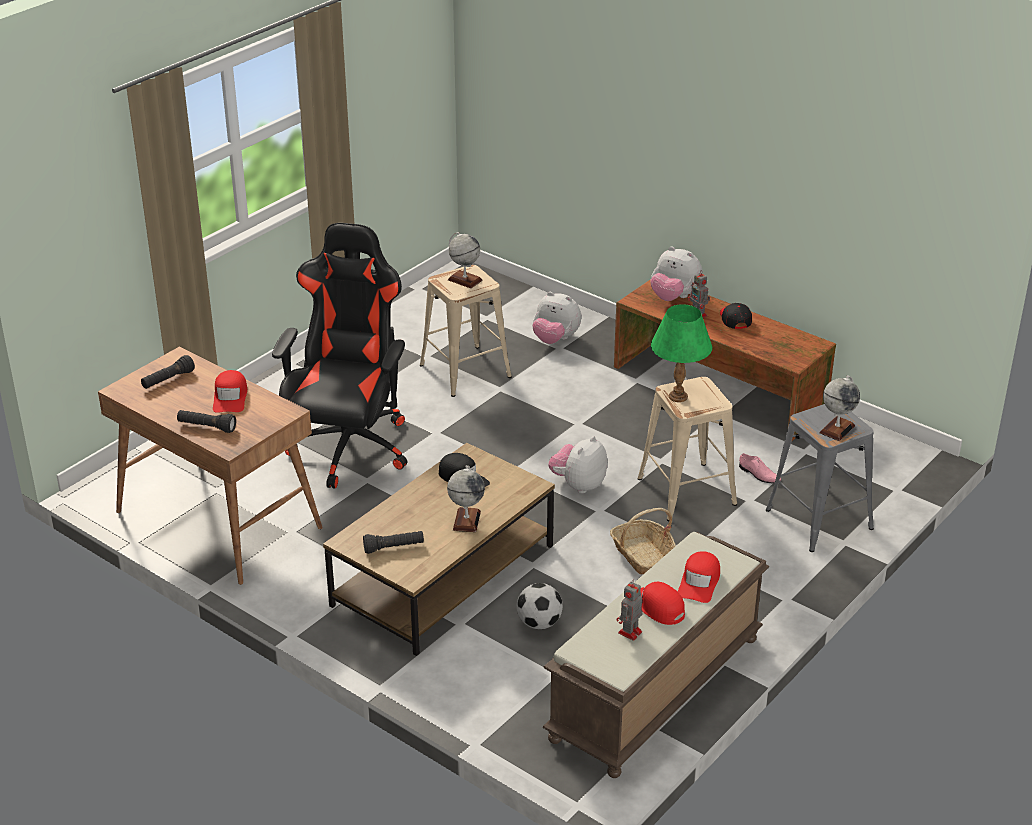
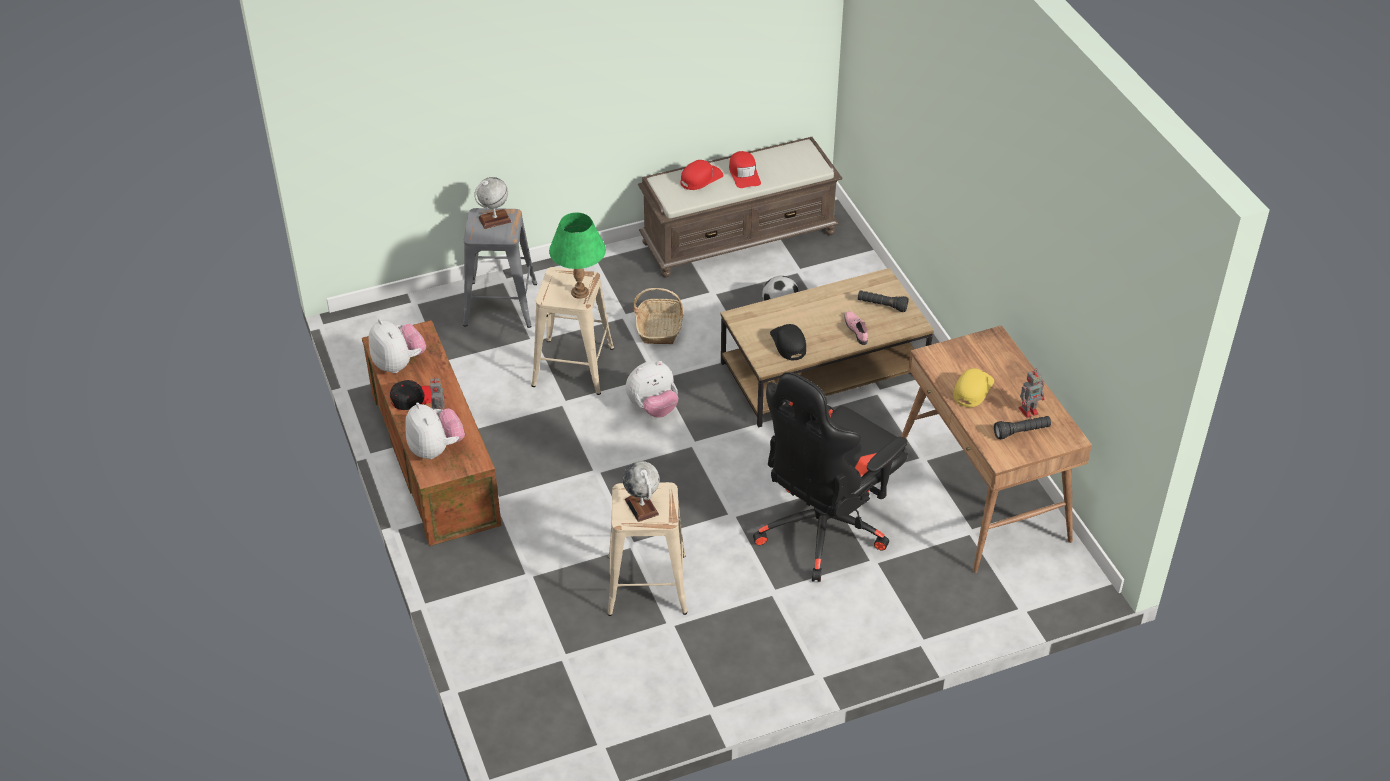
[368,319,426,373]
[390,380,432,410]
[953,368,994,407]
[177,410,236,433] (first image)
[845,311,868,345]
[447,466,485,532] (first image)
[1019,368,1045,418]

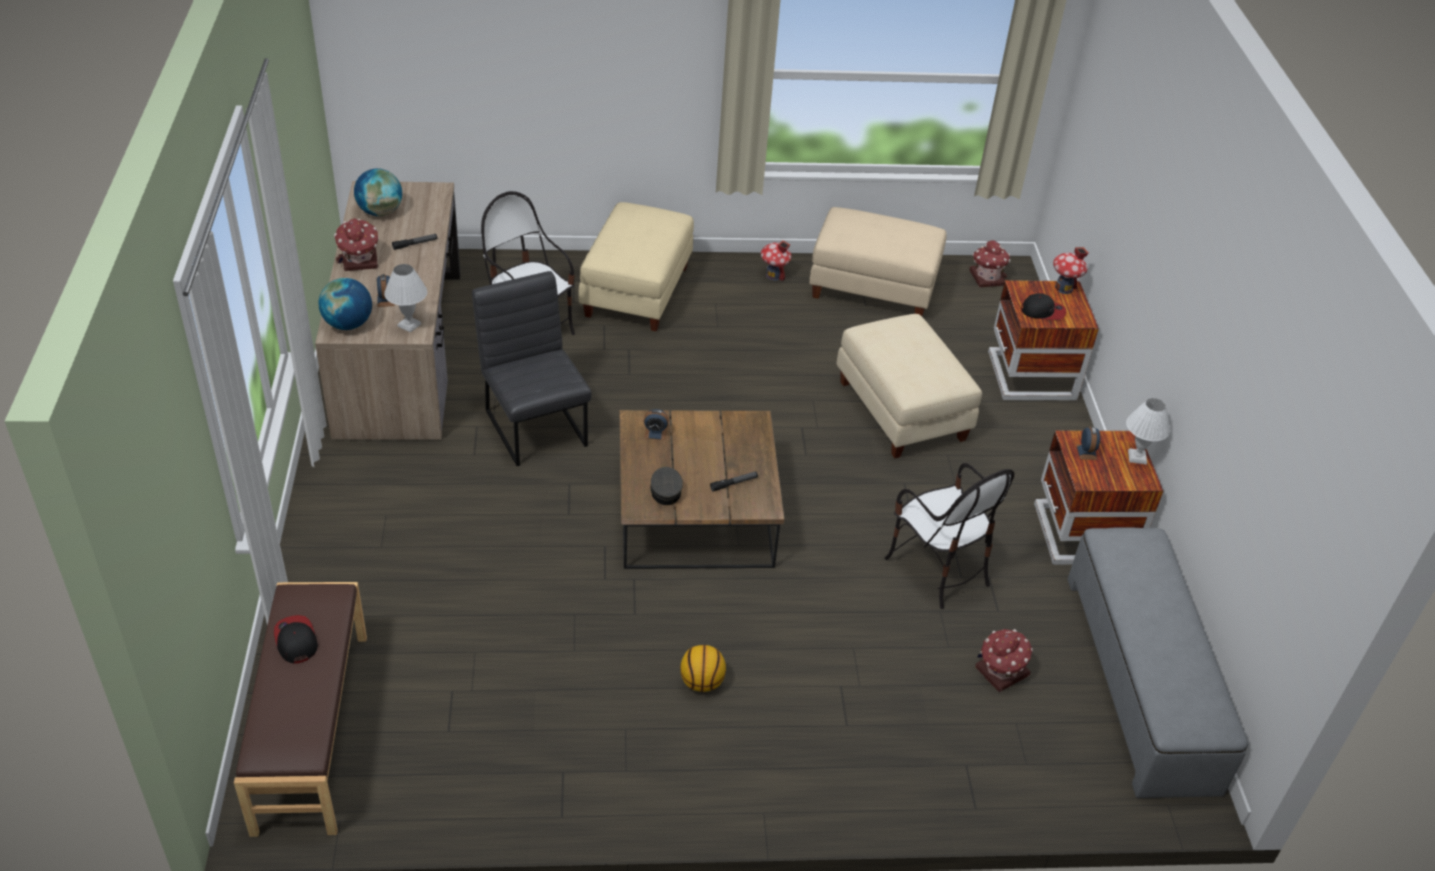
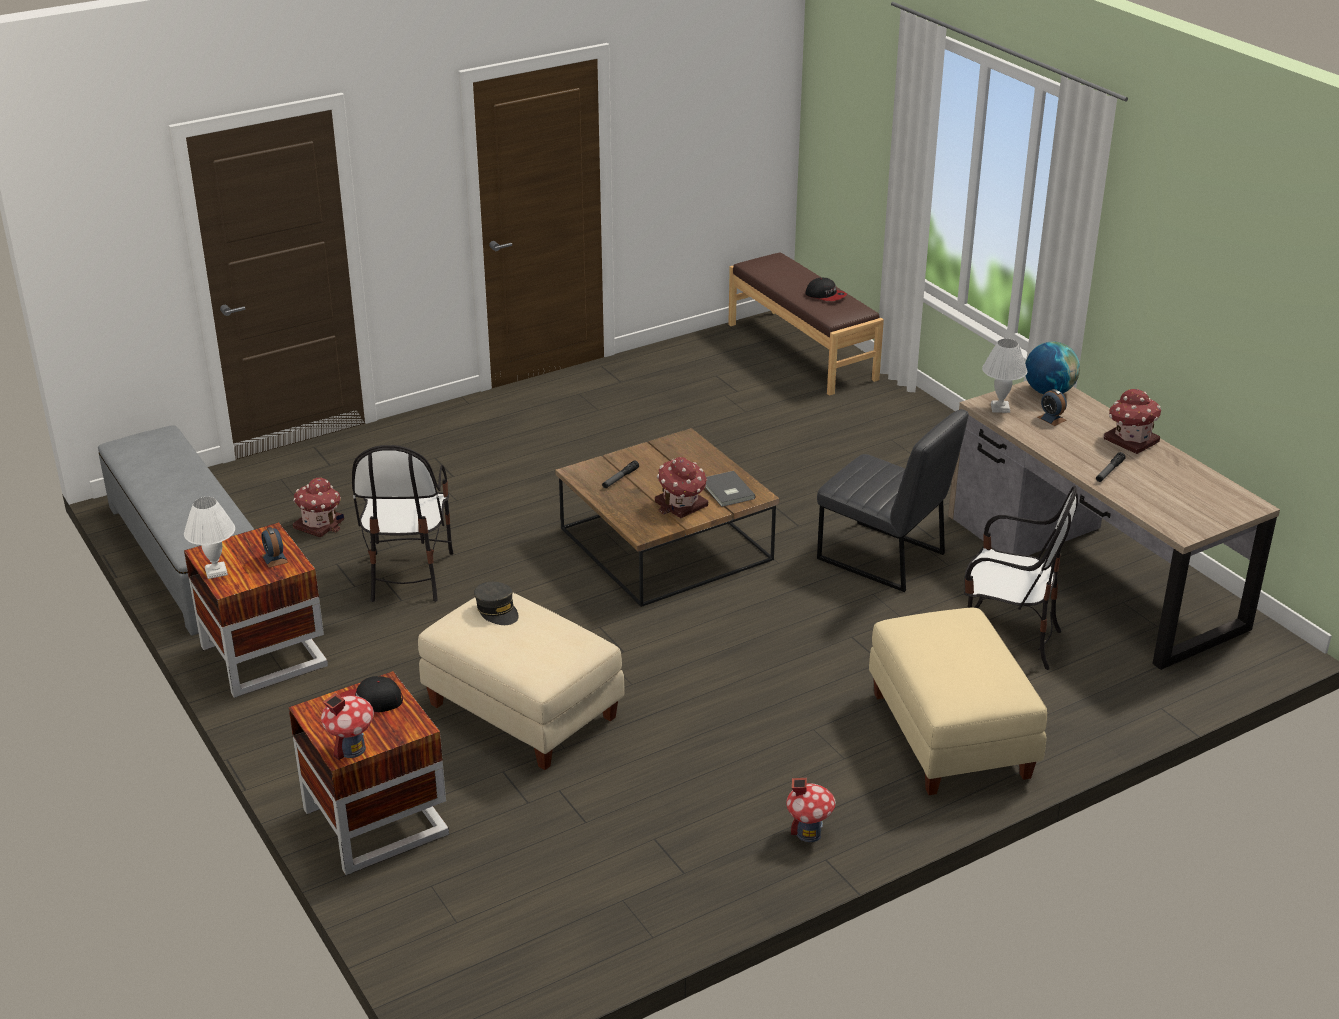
[354,168,402,216] (first image)
[809,207,947,316] (first image)
[655,457,709,518]
[705,471,755,507]
[352,445,453,602]
[474,582,518,625]
[680,645,726,692] (first image)

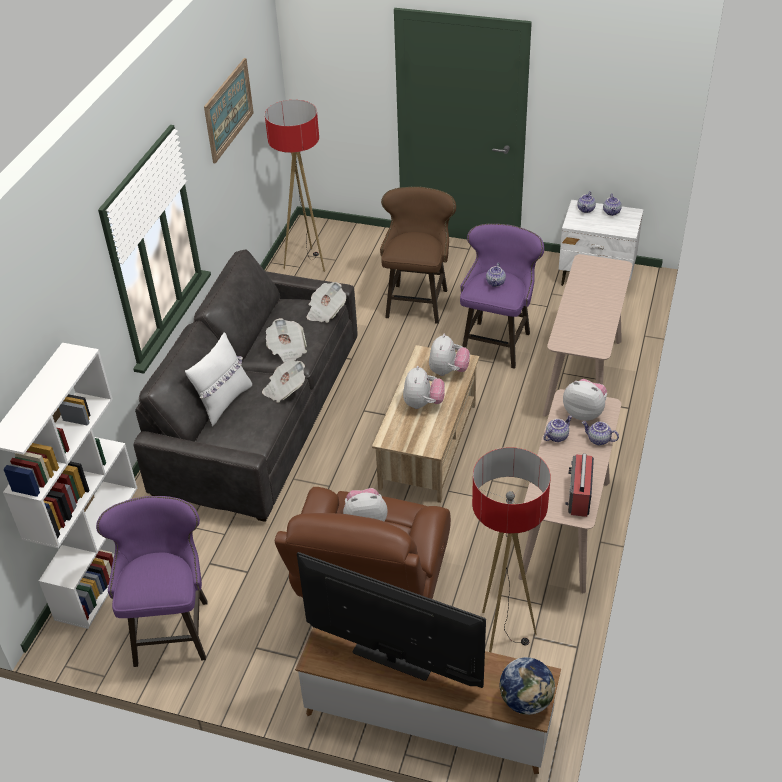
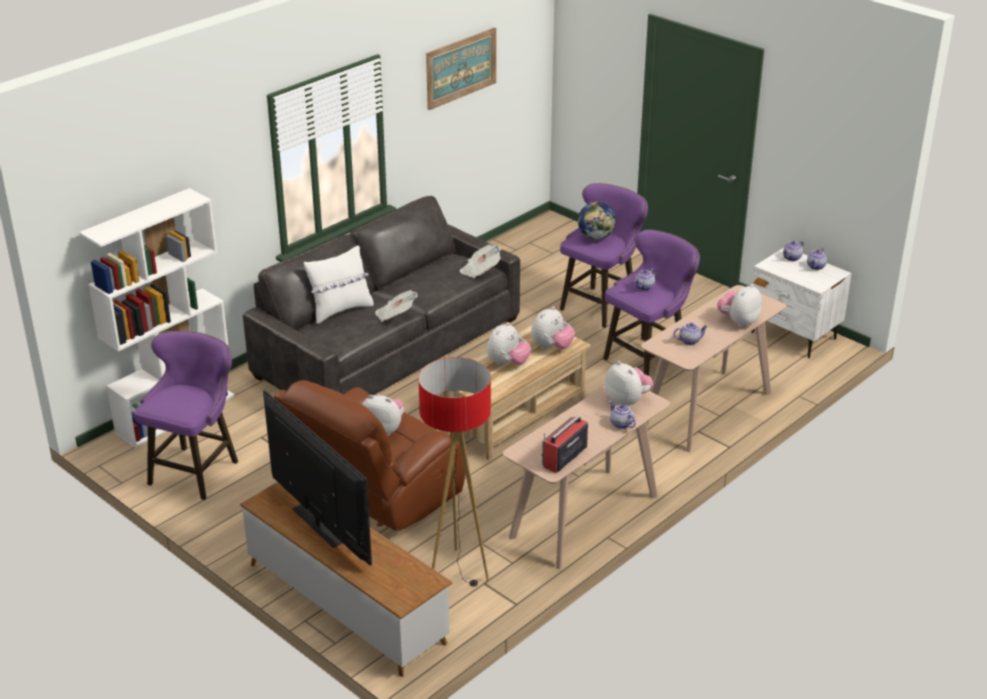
[265,100,325,272] (first image)
[560,183,648,328]
[266,318,307,363] (first image)
[673,323,708,345]
[578,202,616,240]
[717,284,762,327]

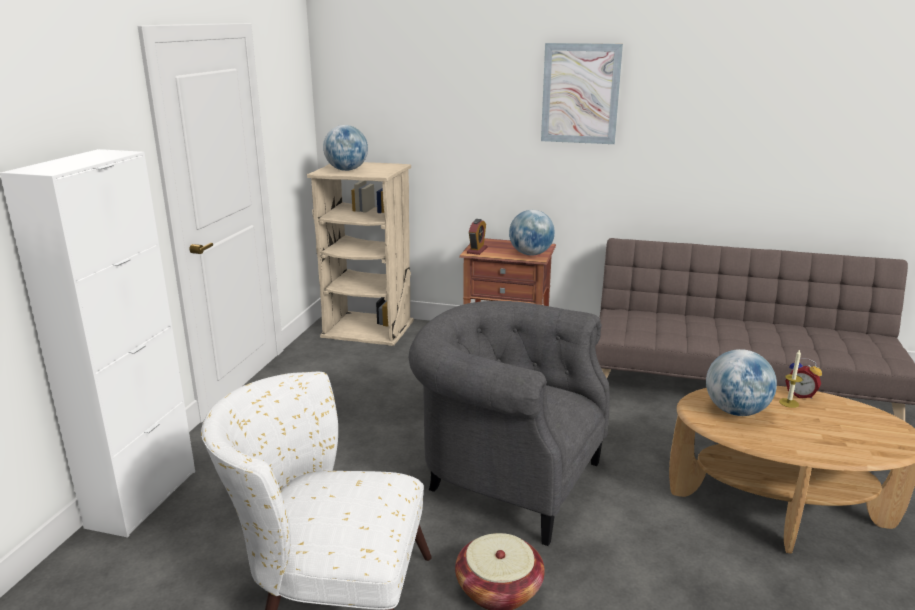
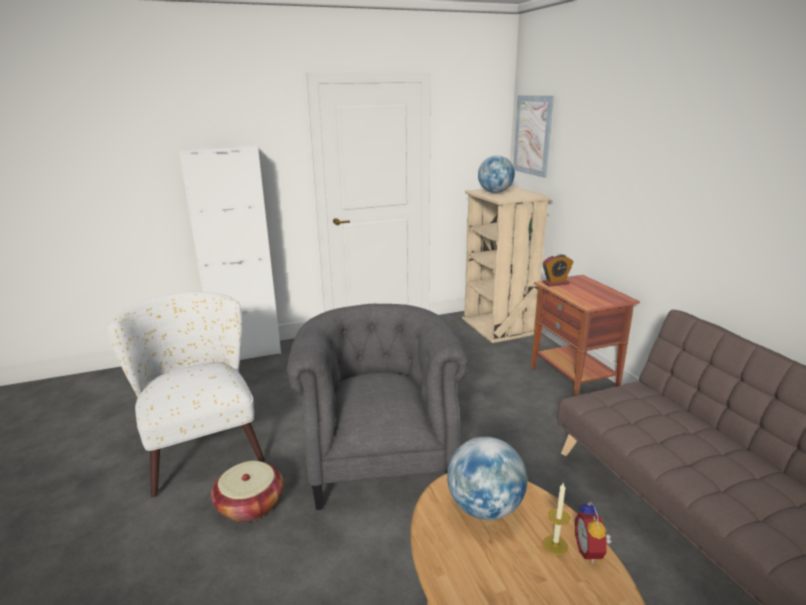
[513,96,554,178]
[509,210,555,256] (first image)

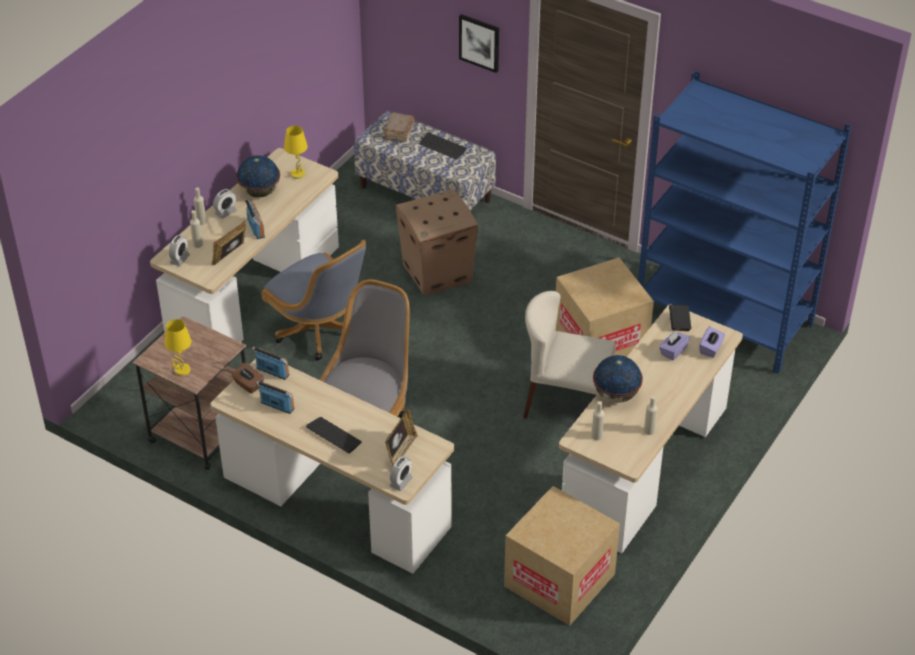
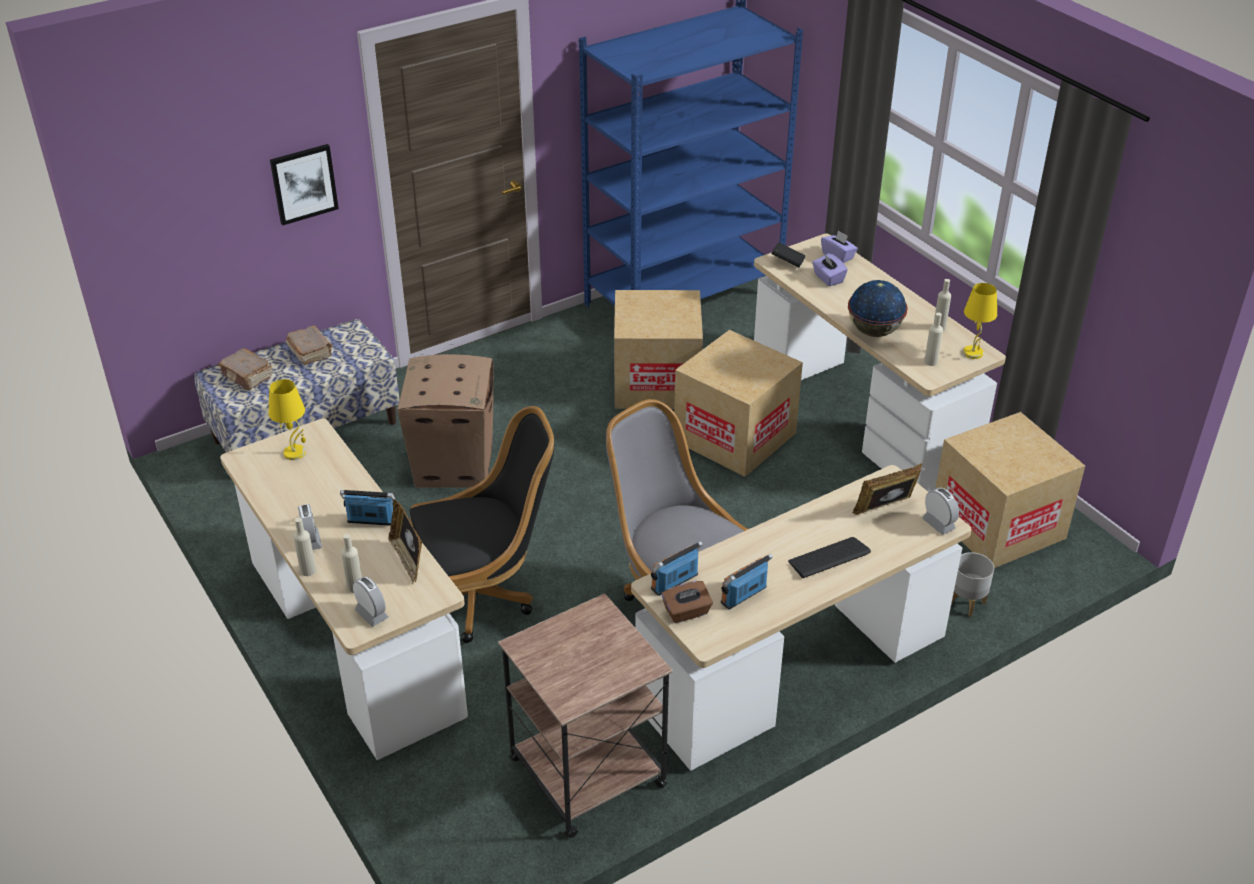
[286,326,332,365]
[236,155,280,198] (first image)
[410,406,554,643]
[674,330,803,477]
[963,283,997,359]
[852,463,922,515]
[951,552,994,617]

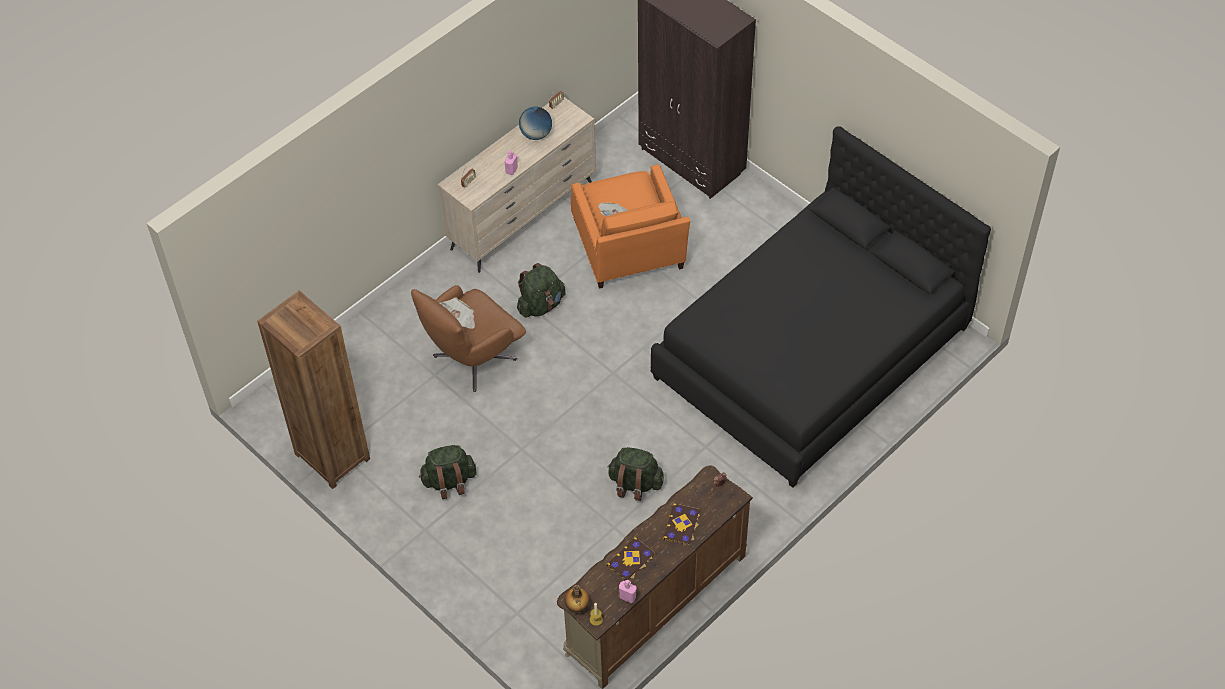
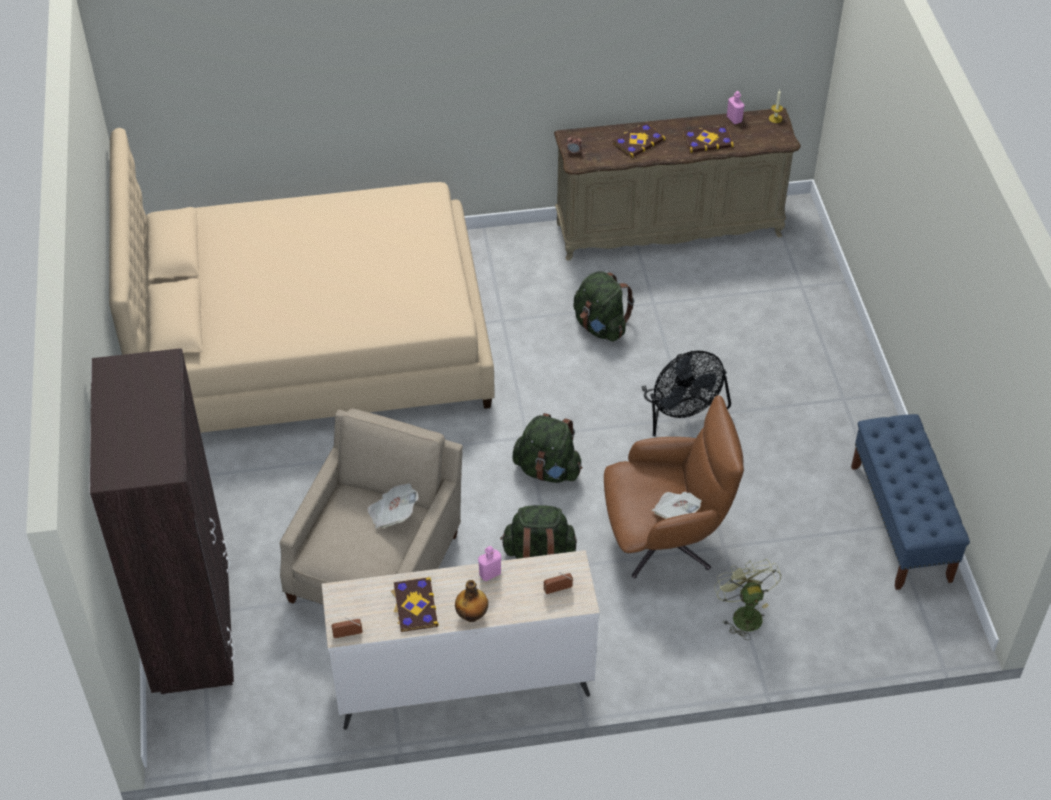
[391,577,439,632]
[109,128,495,433]
[279,409,463,605]
[851,414,970,590]
[512,413,582,483]
[455,580,488,622]
[642,350,731,436]
[714,559,781,640]

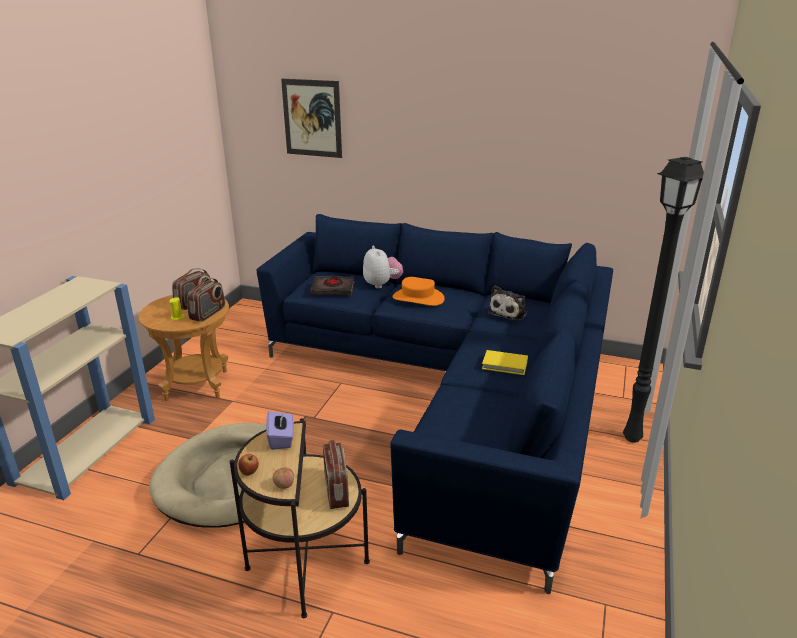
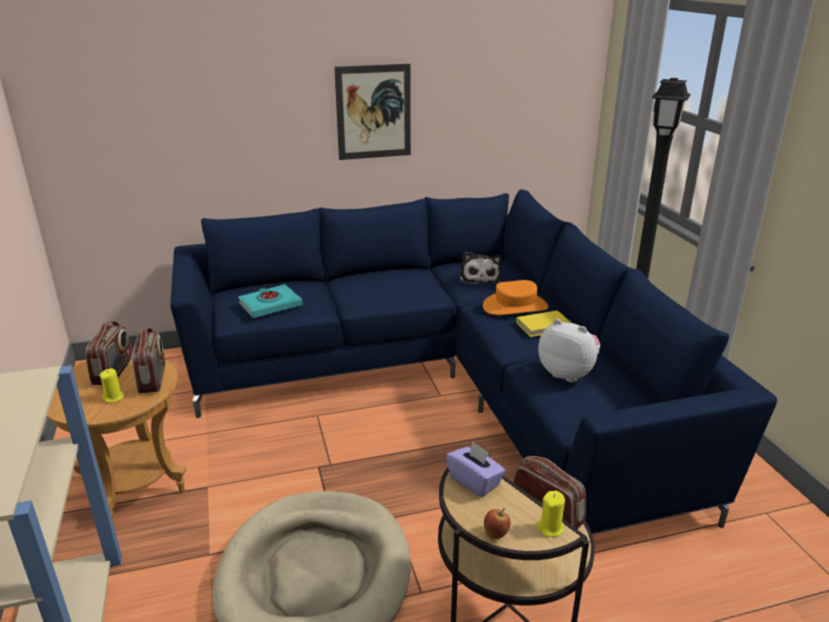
[334,64,411,160]
[538,319,600,382]
[238,284,302,318]
[483,280,548,315]
[537,490,565,537]

